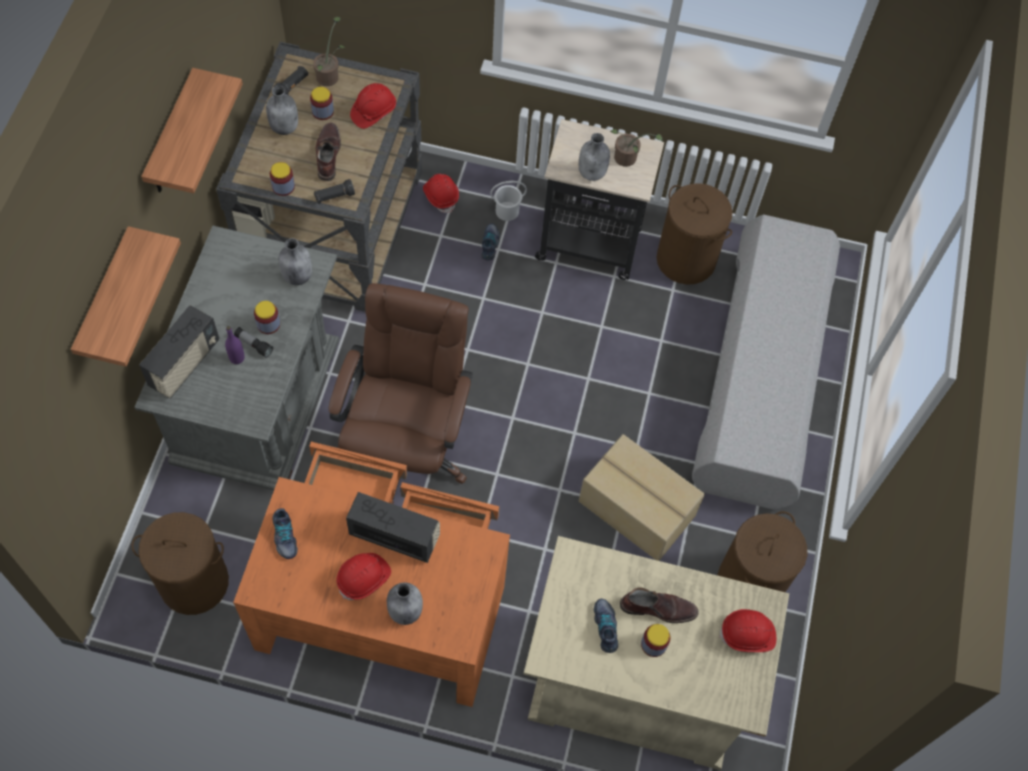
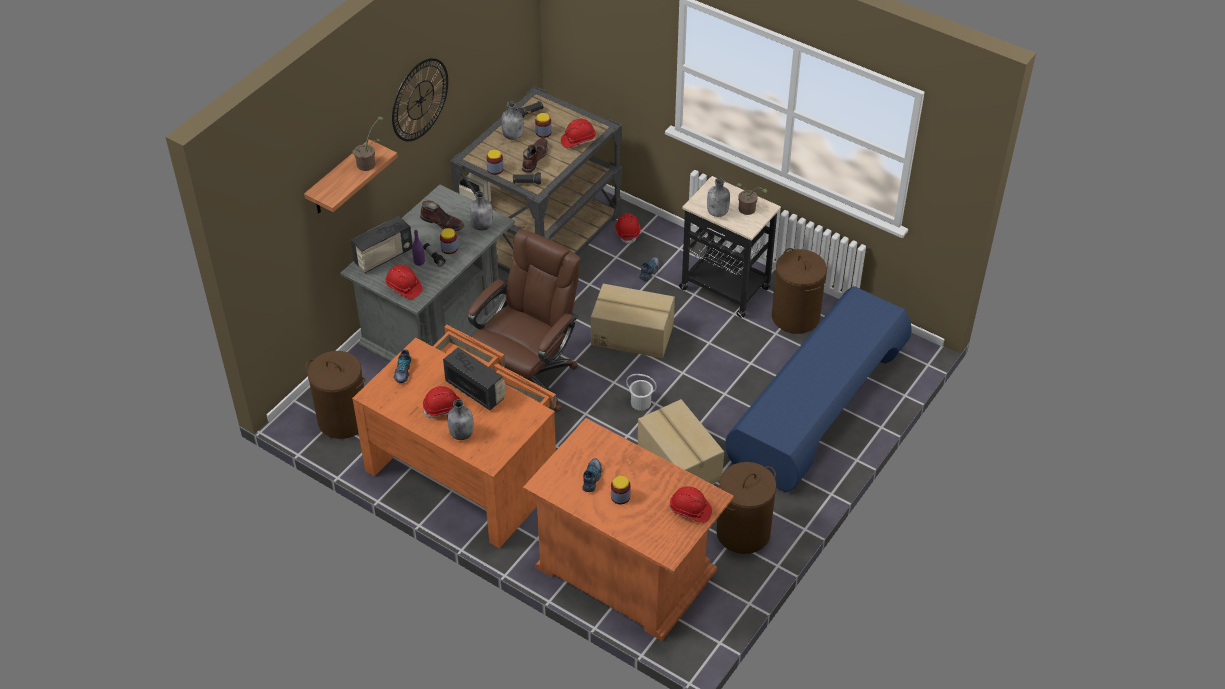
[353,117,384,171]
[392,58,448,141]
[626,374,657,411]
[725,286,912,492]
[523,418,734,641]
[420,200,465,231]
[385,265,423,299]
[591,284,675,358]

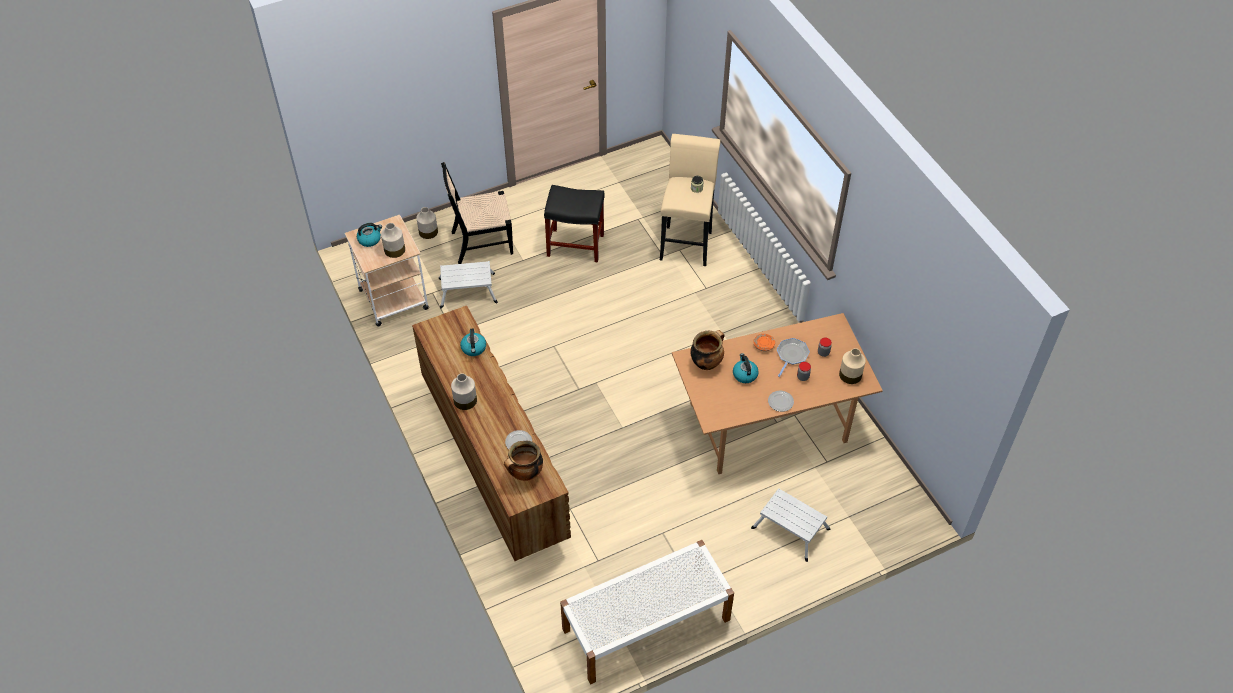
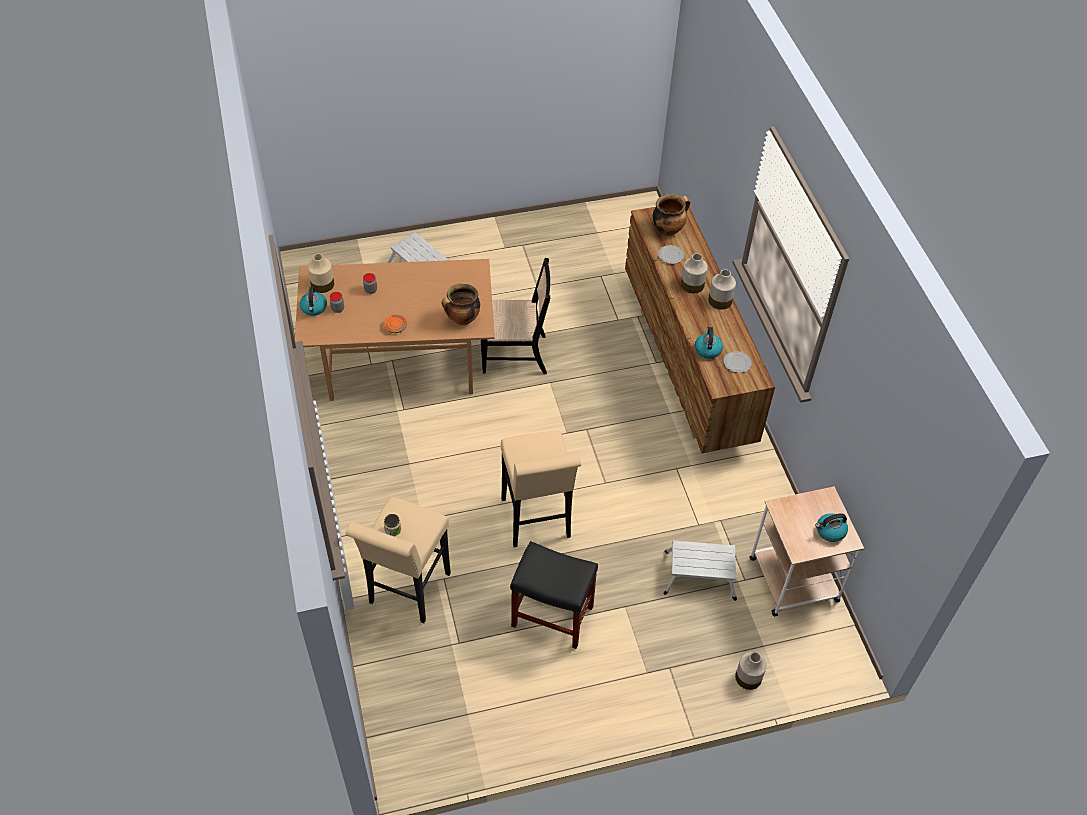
[481,258,550,374]
[681,253,708,293]
[777,338,810,377] (first image)
[300,287,327,316]
[723,351,752,373]
[560,540,734,685] (first image)
[501,431,581,547]

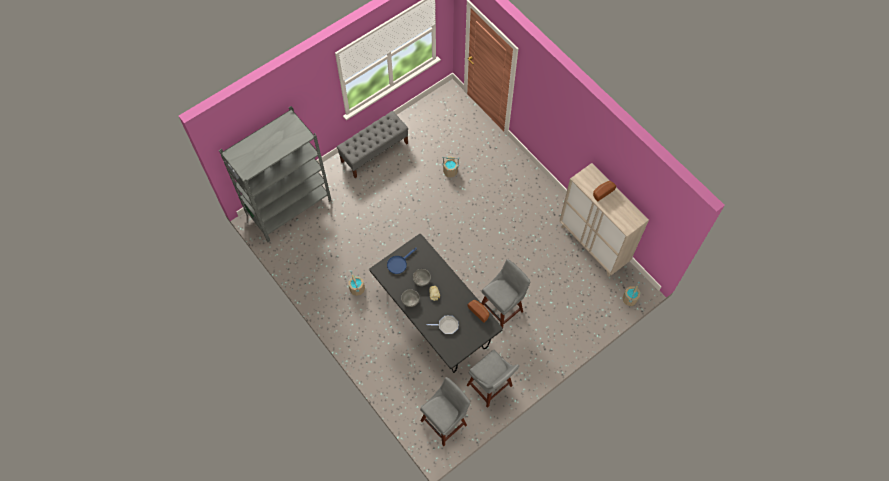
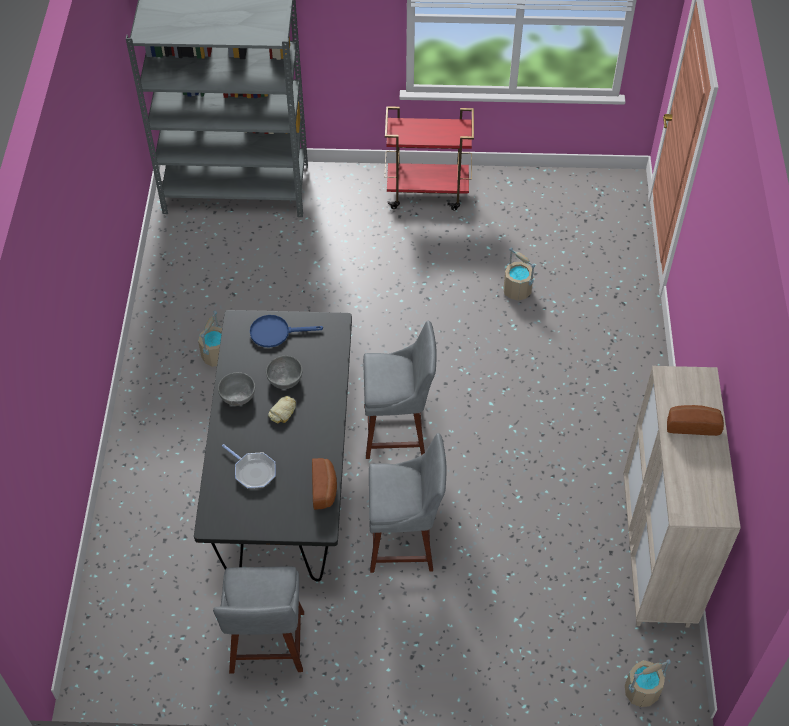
[384,106,474,211]
[363,321,437,459]

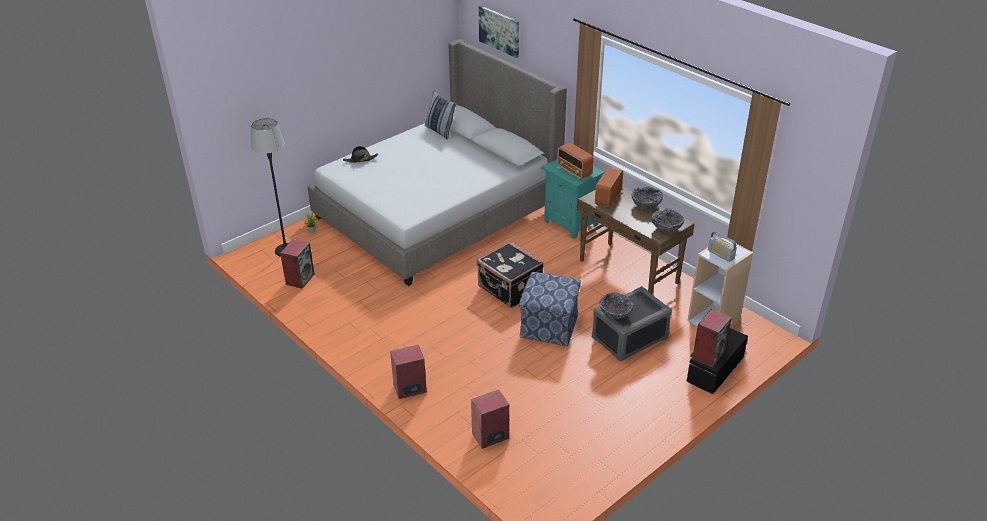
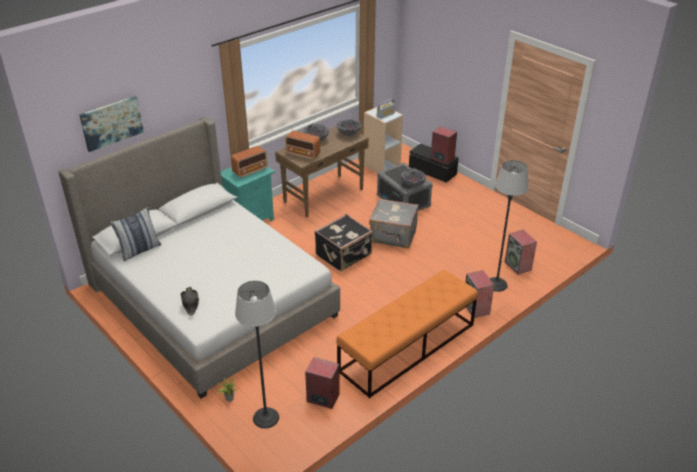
[369,199,419,249]
[489,160,528,292]
[336,270,478,398]

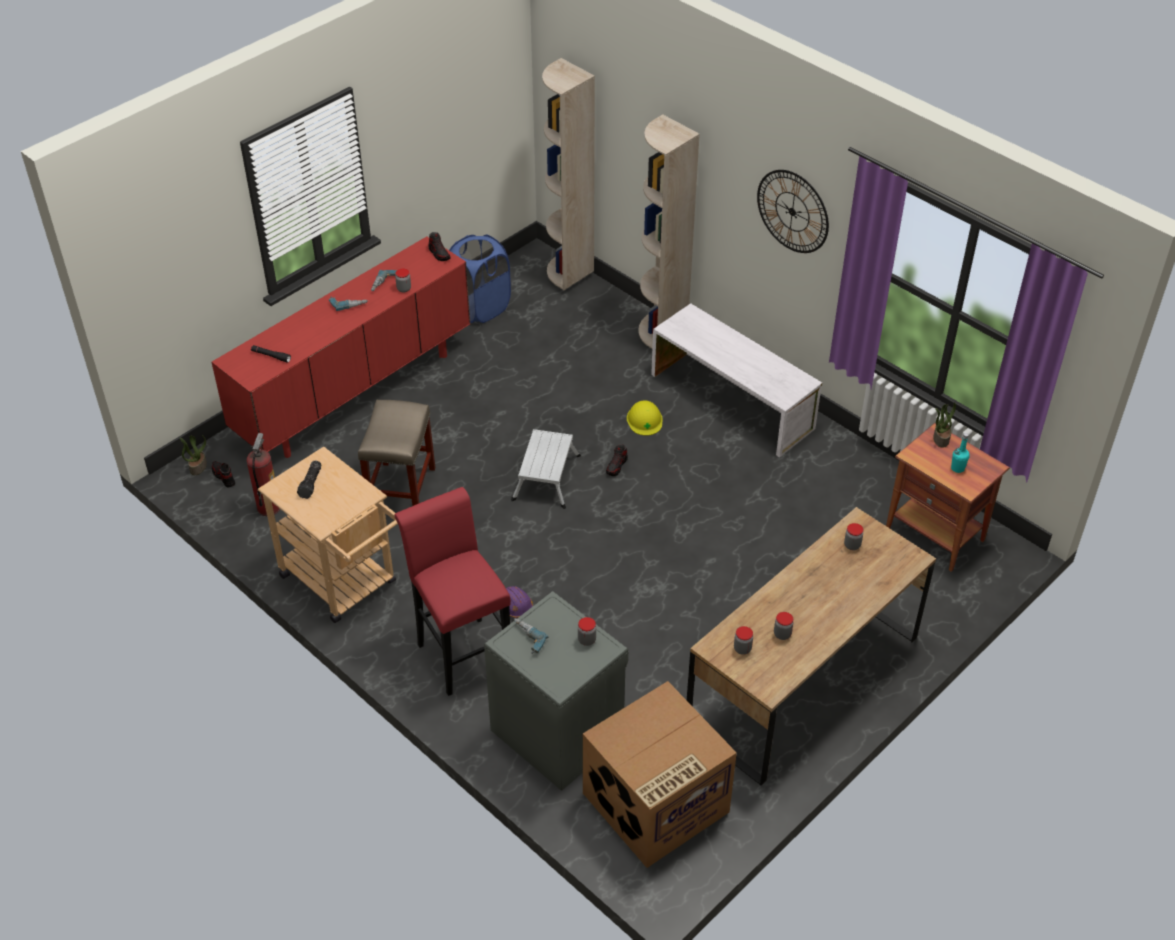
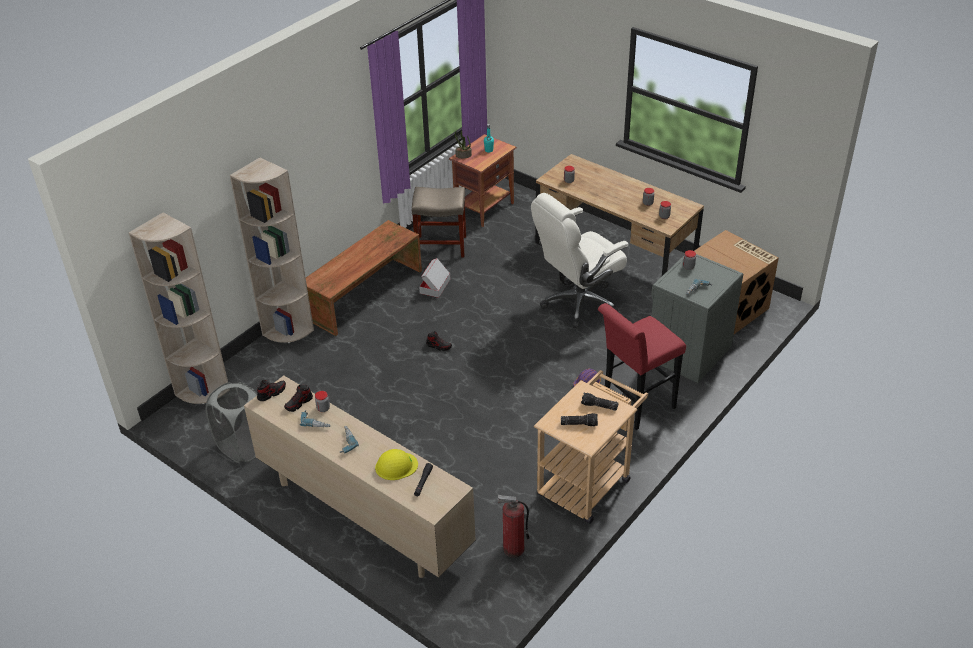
[757,170,829,253] (first image)
[206,382,257,463]
[244,376,476,578]
[306,220,422,336]
[412,187,466,257]
[375,449,418,480]
[511,429,581,509] (first image)
[180,435,207,475] (first image)
[284,385,313,412]
[531,193,628,329]
[419,258,450,298]
[581,393,619,411]

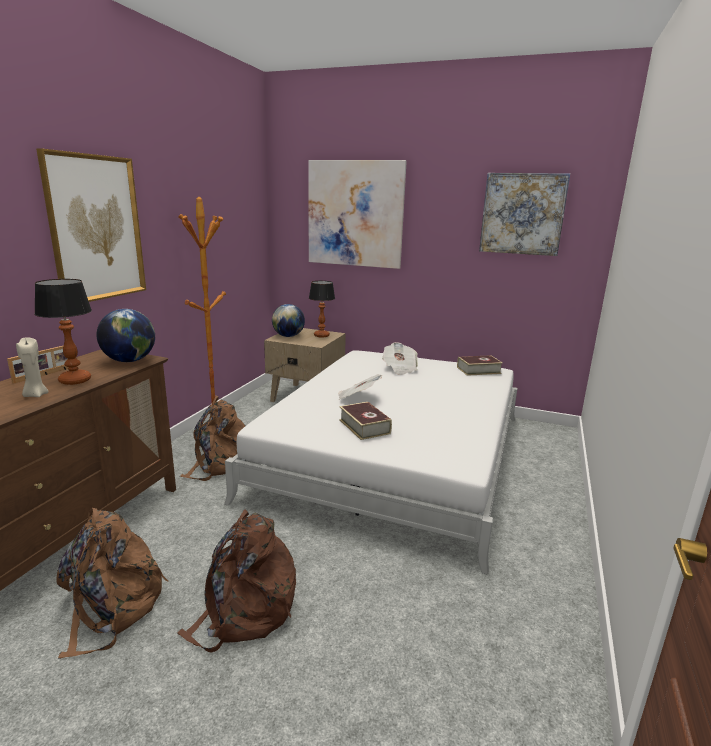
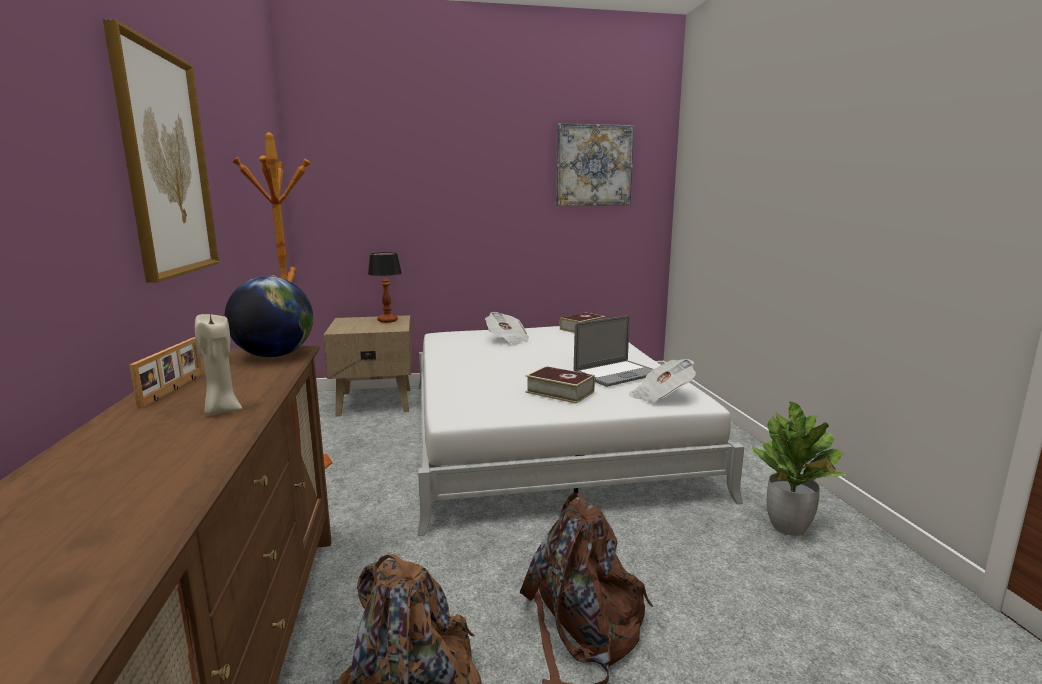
[308,160,407,269] (first image)
[34,279,92,385] (first image)
[272,304,305,337] (first image)
[629,359,696,402]
[180,395,245,481] (first image)
[574,315,653,387]
[752,402,846,536]

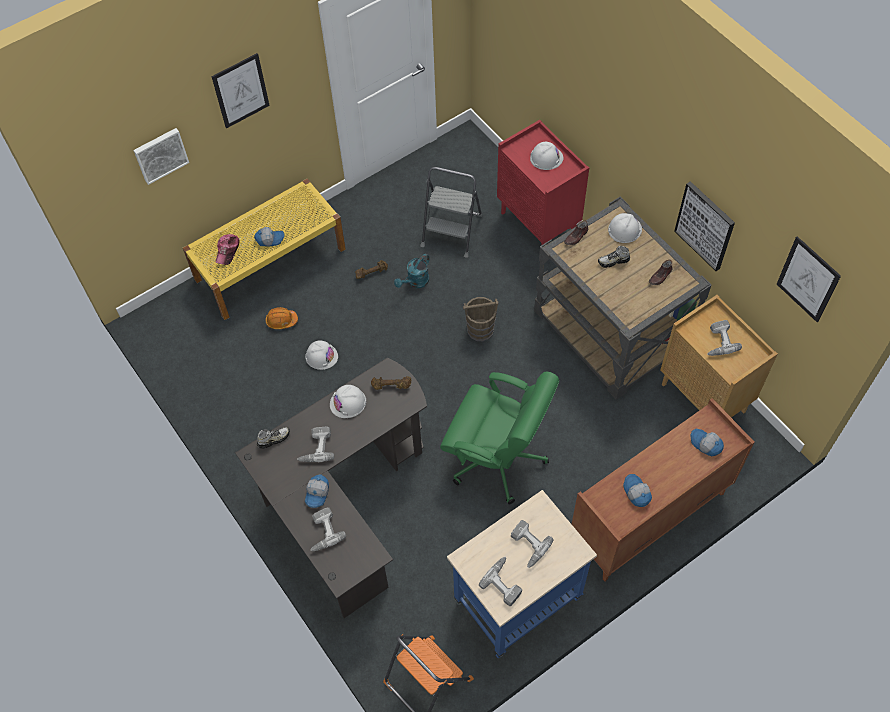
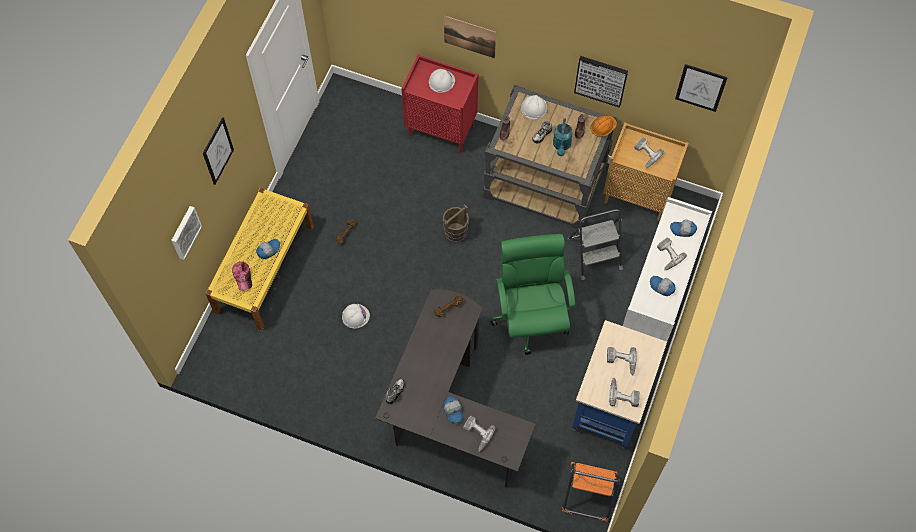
[567,209,623,280]
[553,118,573,156]
[590,115,617,137]
[491,234,575,355]
[330,385,366,418] (first image)
[623,197,712,342]
[657,238,687,270]
[444,15,496,58]

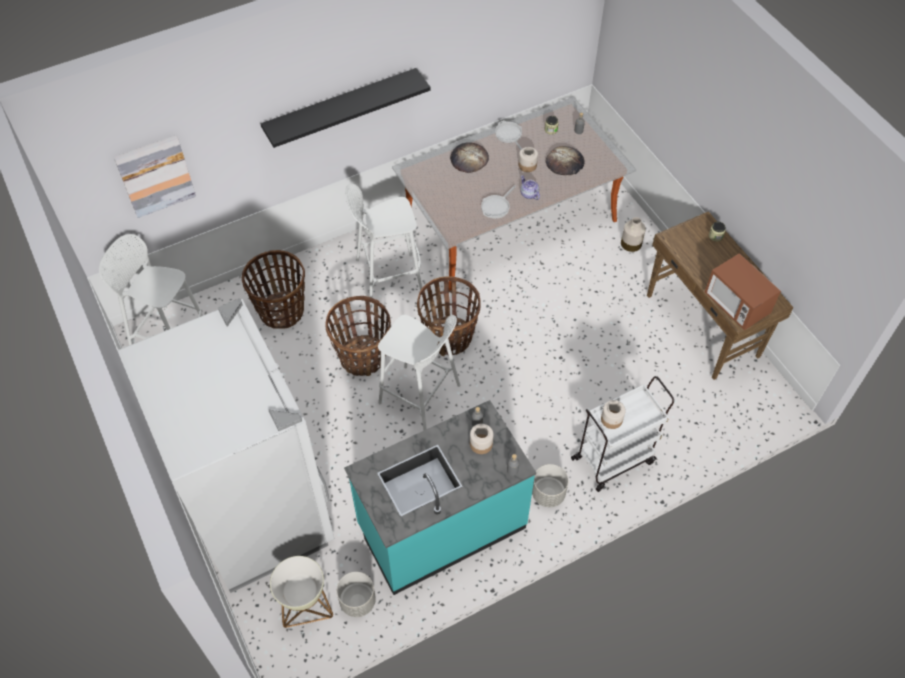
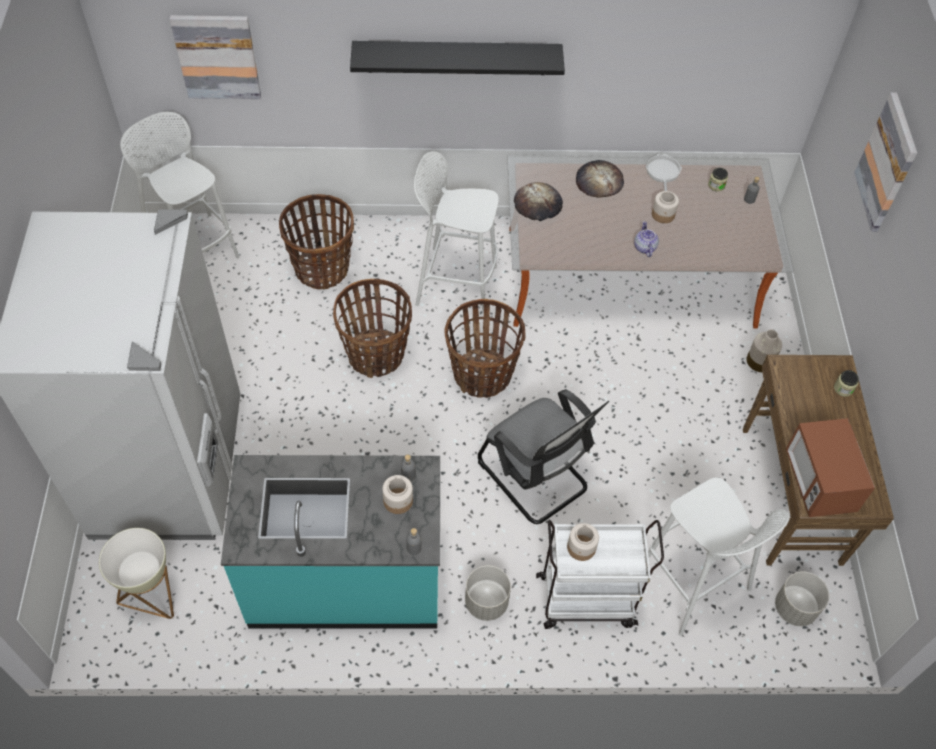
[514,182,563,221]
[481,185,516,219] (first image)
[645,477,790,636]
[775,571,829,626]
[854,92,917,232]
[478,389,609,524]

